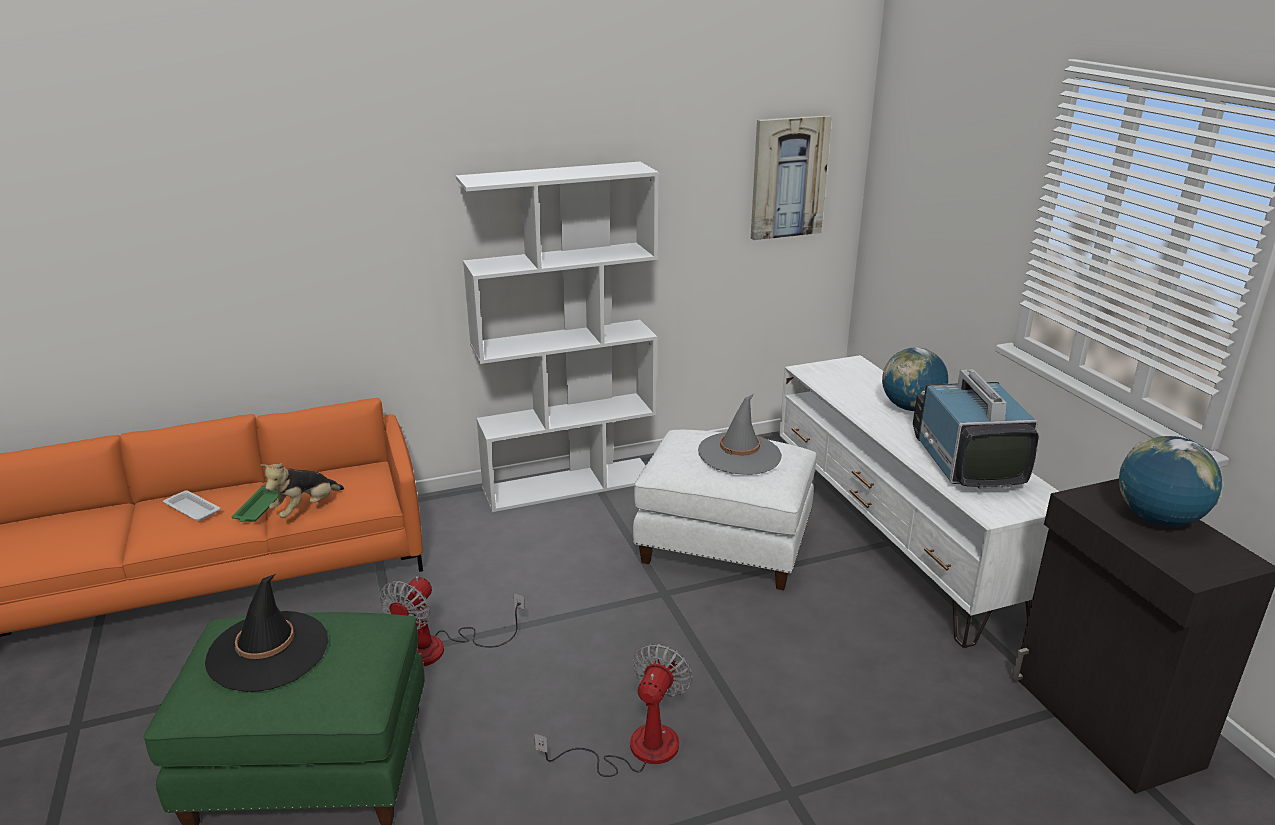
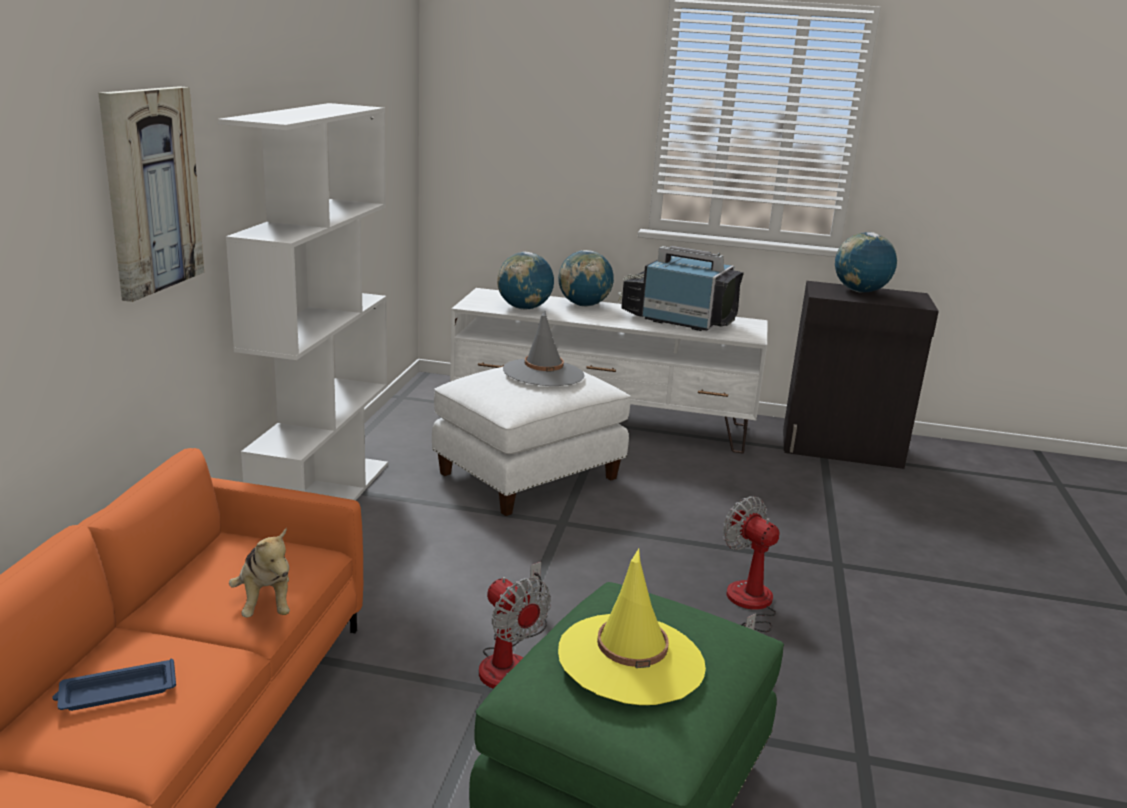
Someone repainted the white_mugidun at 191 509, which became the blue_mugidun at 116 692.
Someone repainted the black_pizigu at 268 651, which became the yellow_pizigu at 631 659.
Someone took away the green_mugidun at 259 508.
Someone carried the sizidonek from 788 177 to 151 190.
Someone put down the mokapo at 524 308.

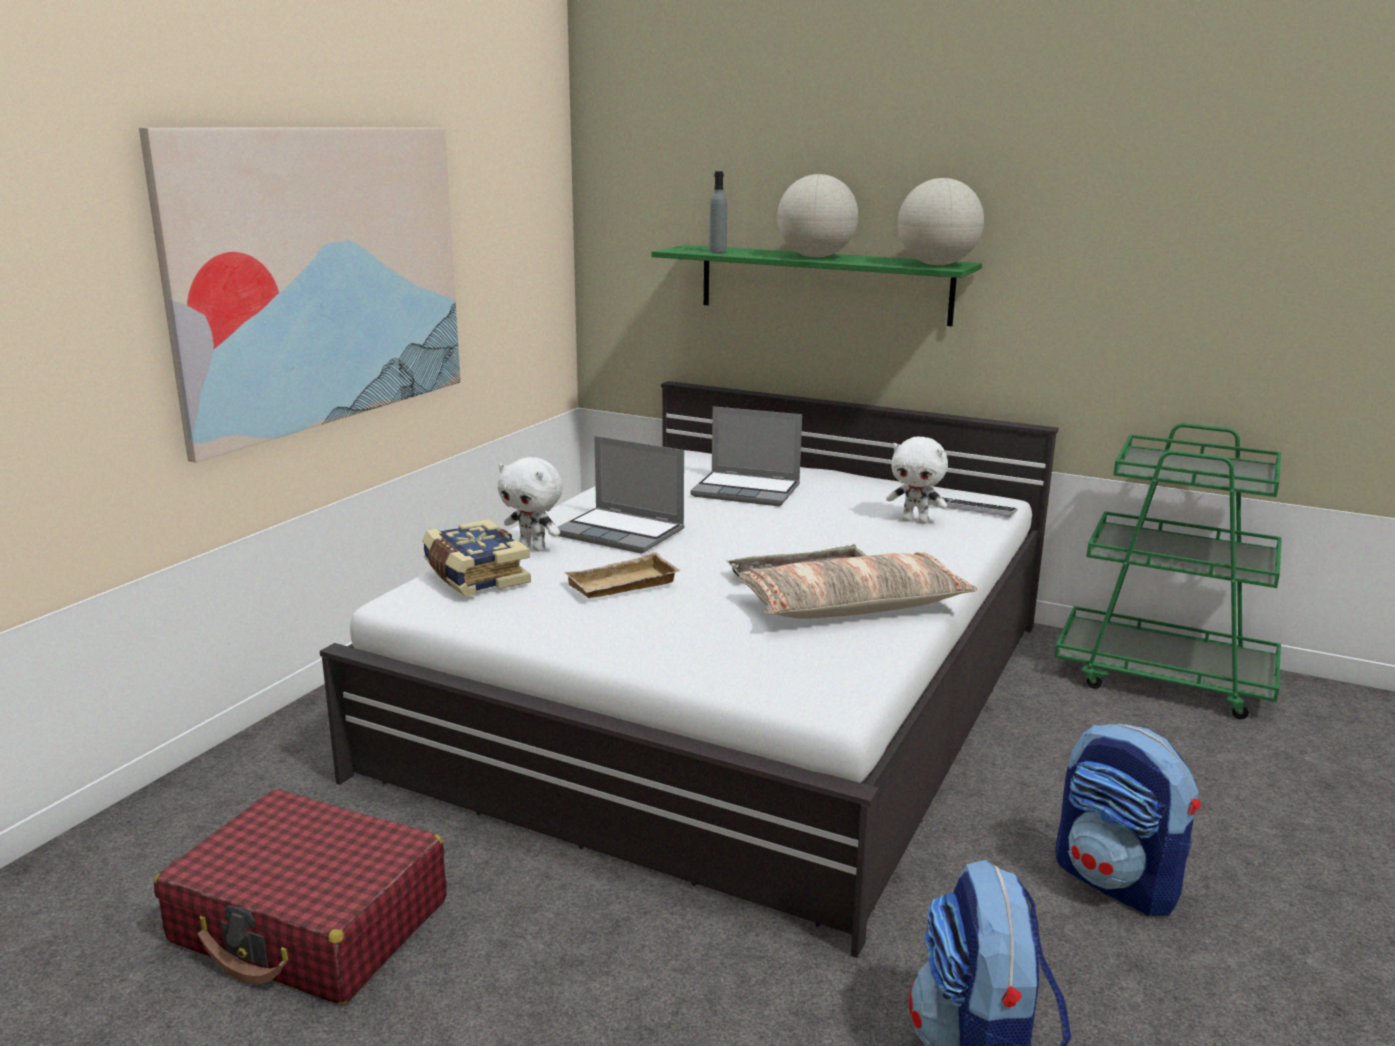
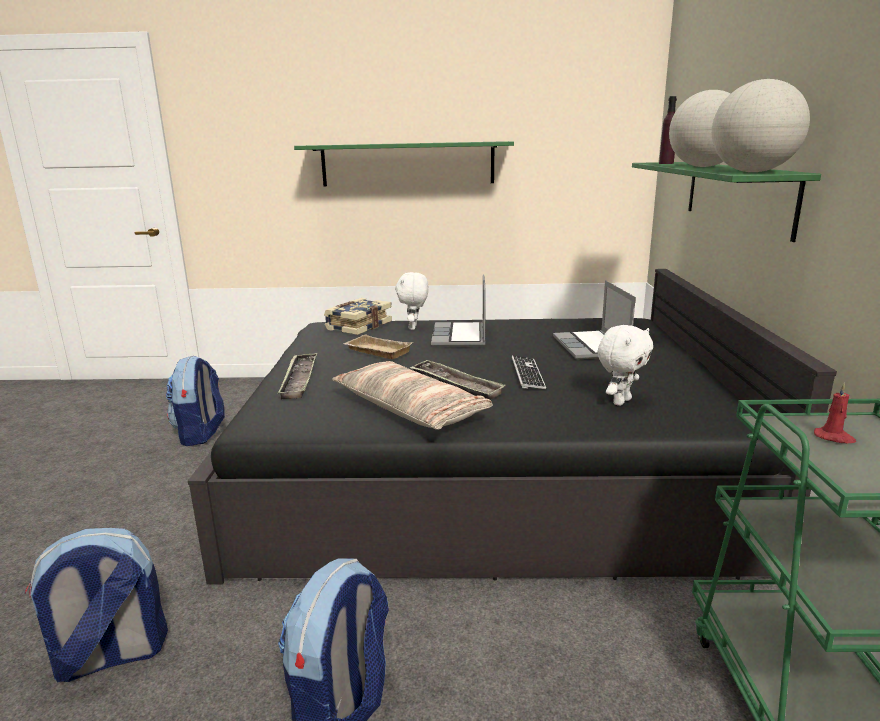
Someone swapped the sizidonek at 323 277 for the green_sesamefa at 407 164.
Someone swapped the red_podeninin at 311 922 for the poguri at 201 434.
Someone repainted the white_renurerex at 735 693, which became the black_renurerex at 486 470.
Someone repainted the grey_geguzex at 717 251, which became the purple_geguzex at 666 163.
Someone rotated the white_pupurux at 915 521 by 135 degrees counterclockwise.
Someone carried the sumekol from 965 507 to 527 374.
Someone put down the mugidun at 299 380.
Someone put down the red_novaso at 834 437.

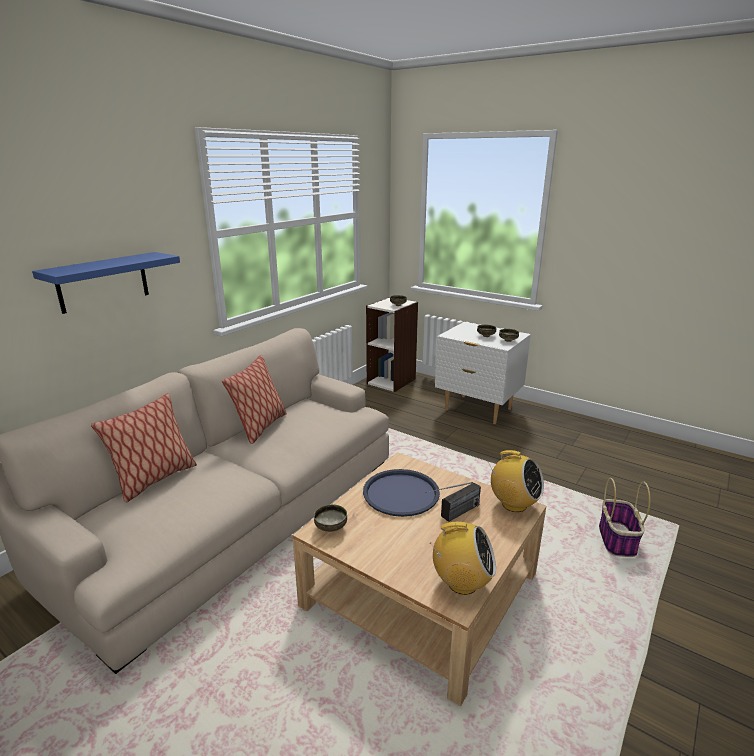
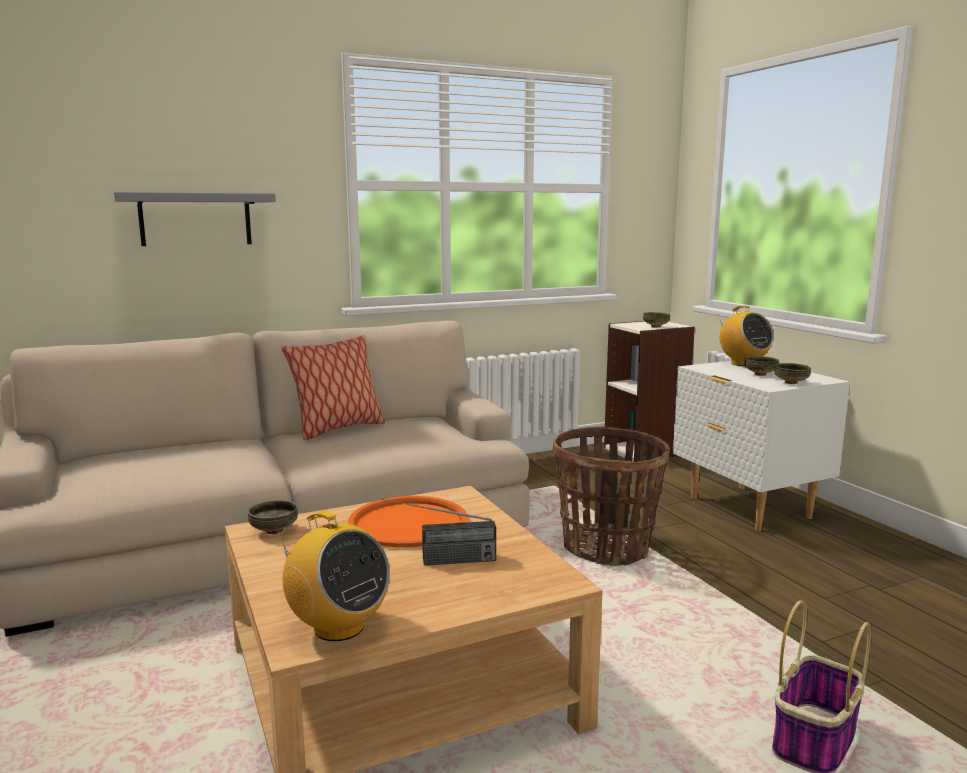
Someone repainted the blue_sesamefa at 103 282, which became the grey_sesamefa at 195 219.
Someone took away the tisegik at 155 479.
Someone repainted the blue_mugidun at 401 493, which became the orange_mugidun at 408 523.
Someone carried the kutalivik from 513 504 to 743 363.
Someone put down the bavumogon at 606 548.

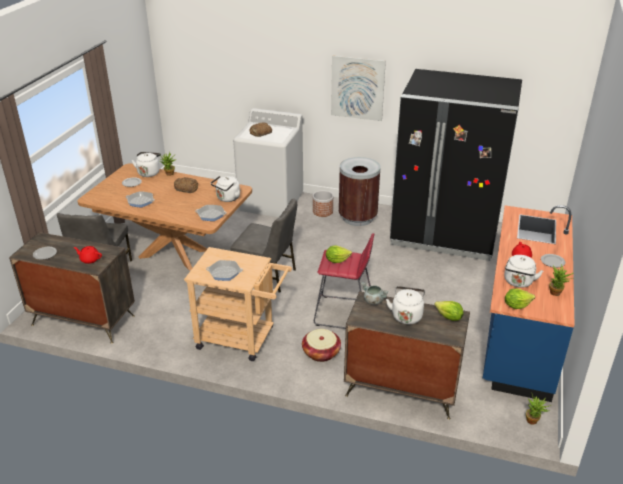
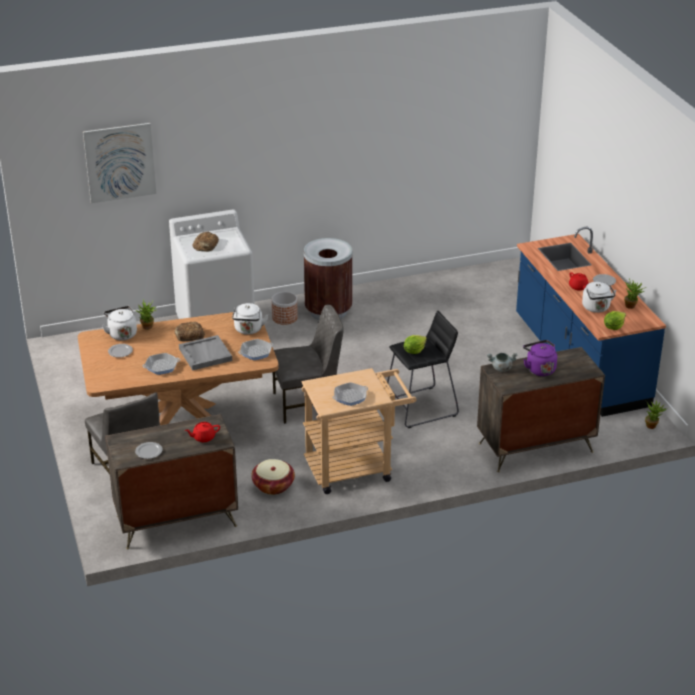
Someone carried the bavumogon from 321 353 to 273 485.
Someone repainted the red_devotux at 344 313, which became the black_devotux at 421 407.
Someone carried the sizidonek from 357 88 to 120 162.
Someone repainted the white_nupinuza at 406 315, which became the purple_nupinuza at 539 369.
Someone took away the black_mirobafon at 444 235.
Someone took away the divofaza at 449 317.
Someone put down the grey_mugidun at 205 354.

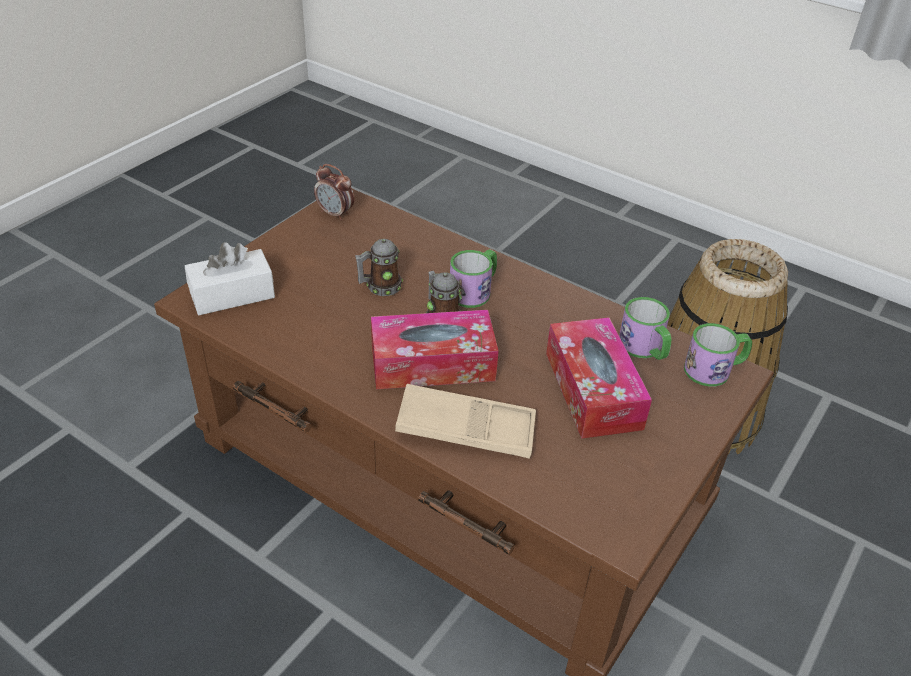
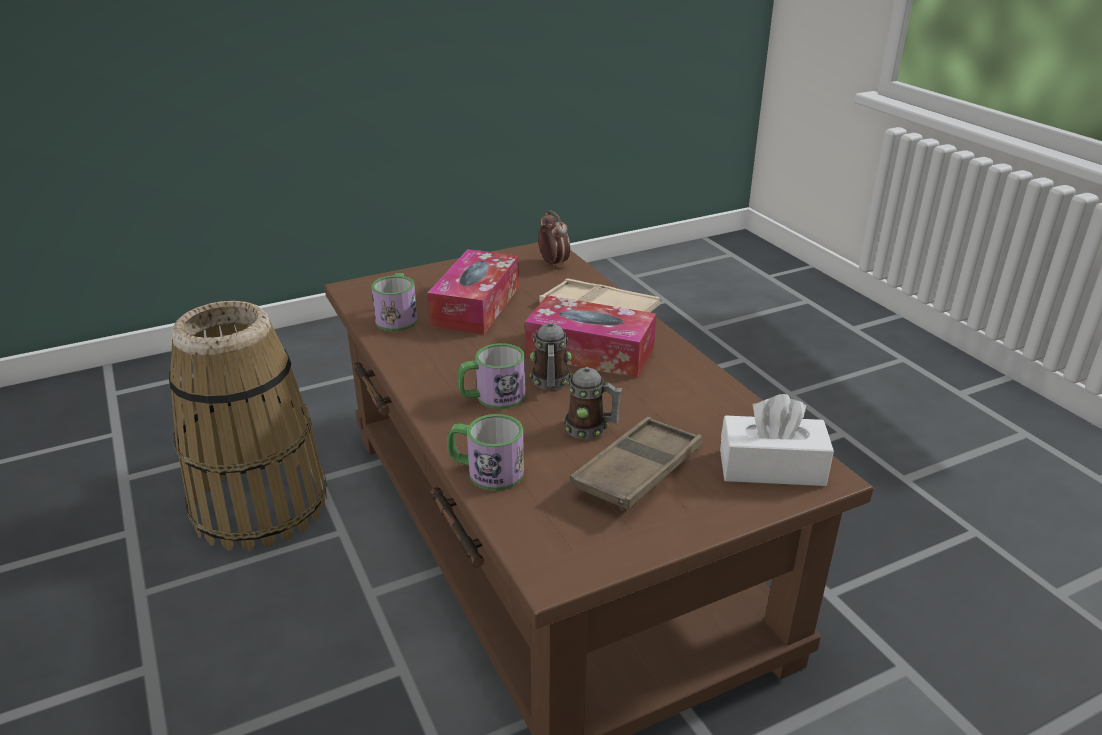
Someone carried the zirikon from 335 214 to 553 264.
Someone carried the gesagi from 714 369 to 486 471.
Someone put down the brown_mugidun at 638 471.

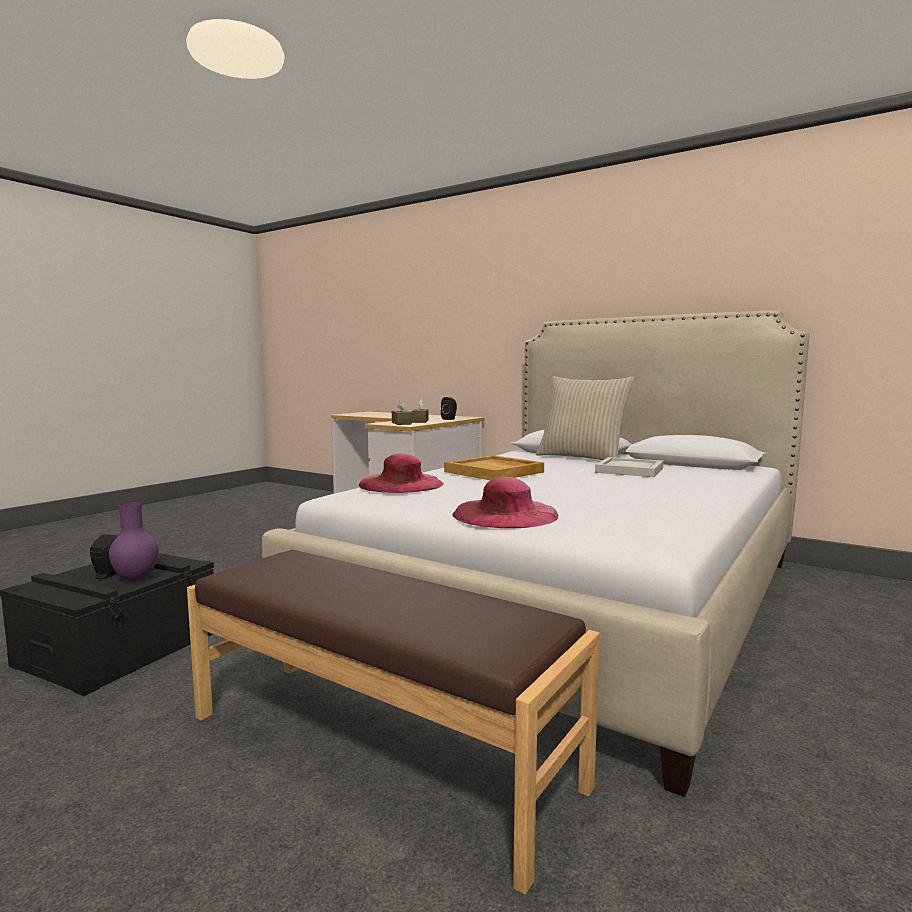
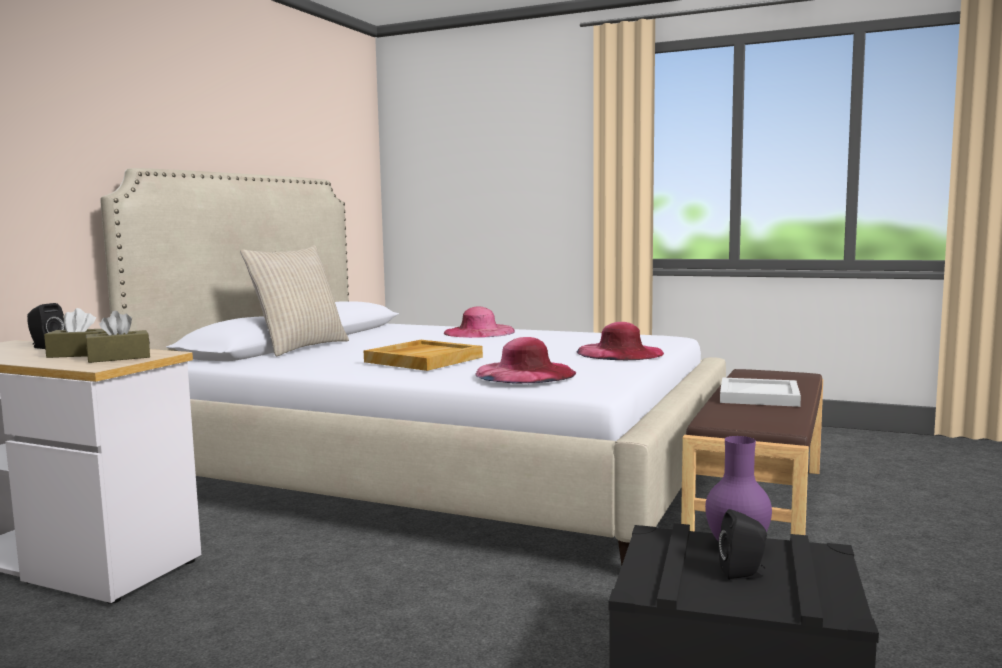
Someone carried the white_mugidun from 630 470 to 757 396.
Someone put down the pink_pizigu at 479 332.

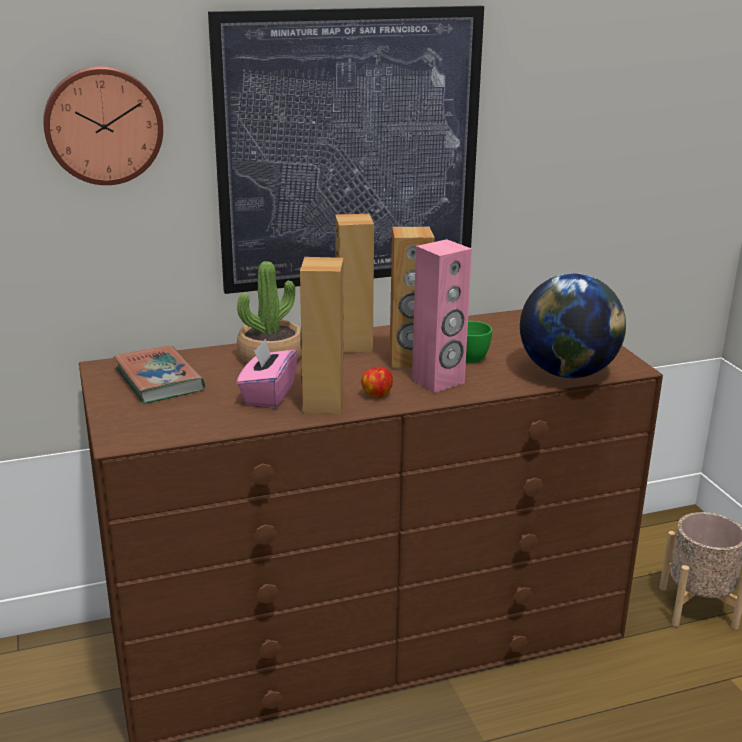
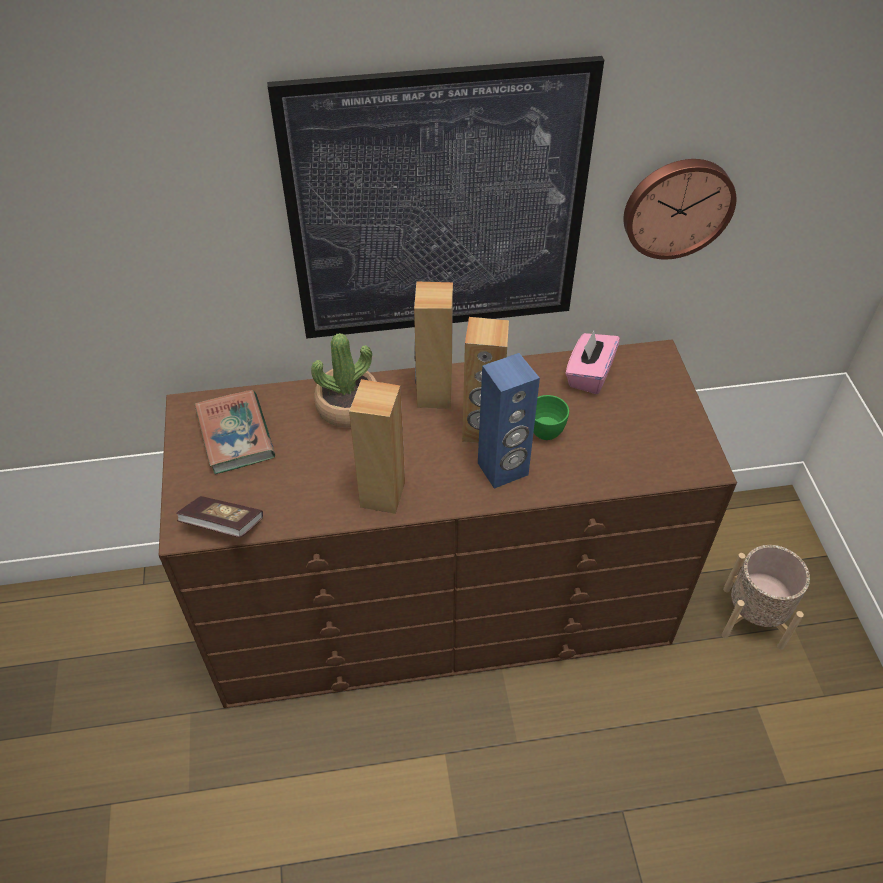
Someone carried the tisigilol from 103 125 to 677 206.
Someone carried the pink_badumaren from 268 394 to 589 375.
Someone took away the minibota at 376 395.
Someone repainted the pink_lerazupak at 438 381, which became the blue_lerazupak at 503 469.
Someone took away the mokapo at 567 373.
Someone put down the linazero at 223 525.

